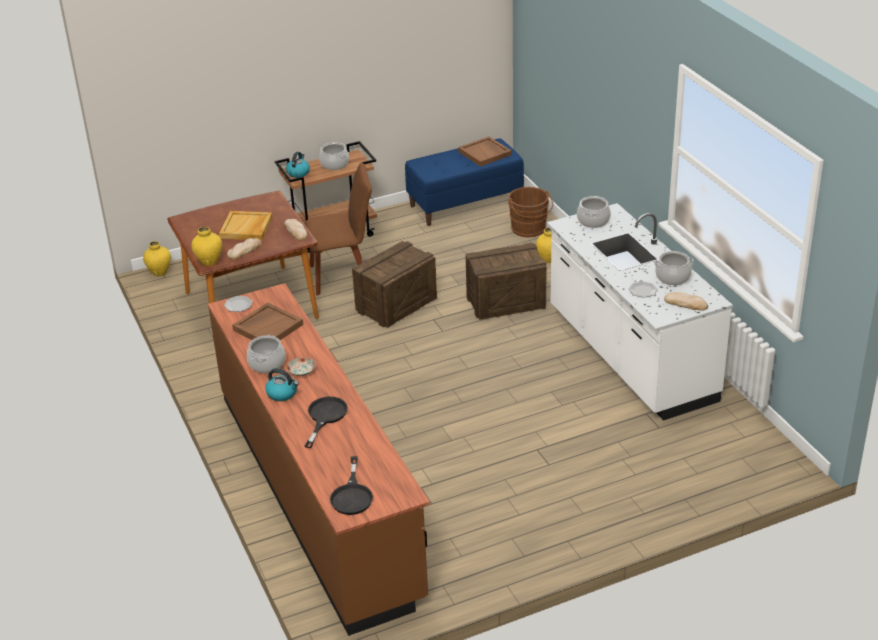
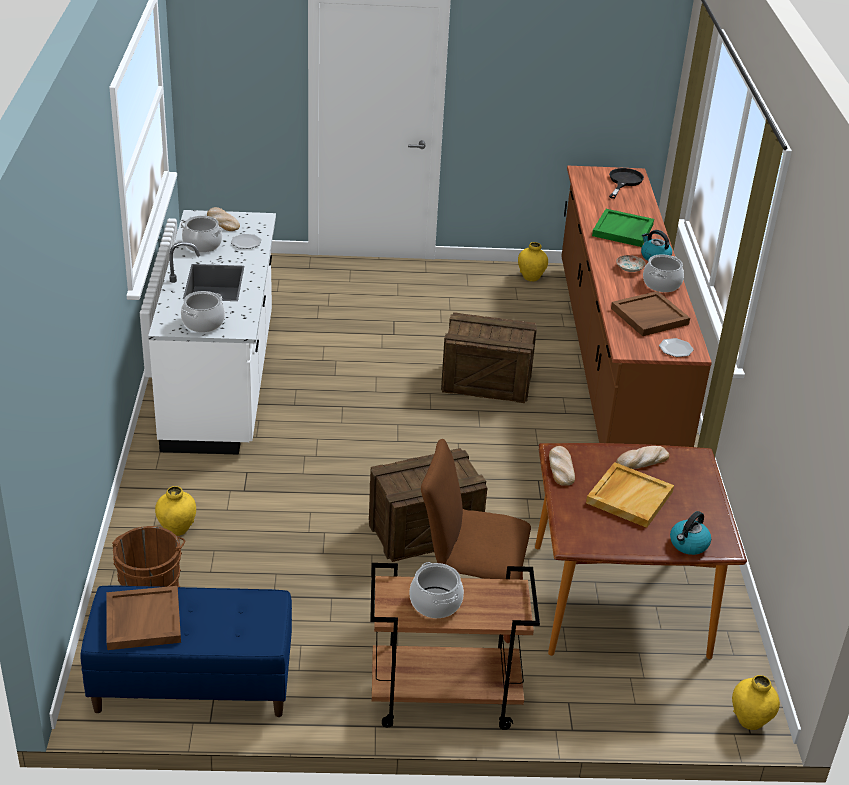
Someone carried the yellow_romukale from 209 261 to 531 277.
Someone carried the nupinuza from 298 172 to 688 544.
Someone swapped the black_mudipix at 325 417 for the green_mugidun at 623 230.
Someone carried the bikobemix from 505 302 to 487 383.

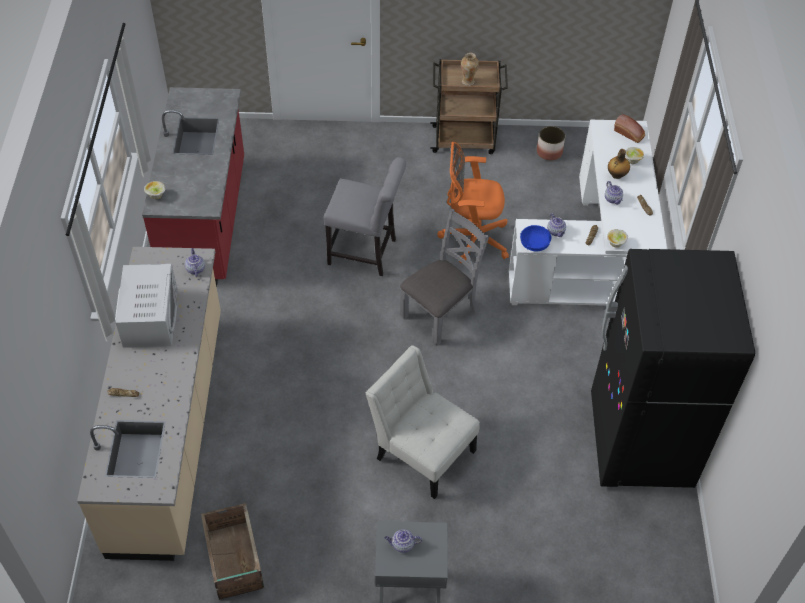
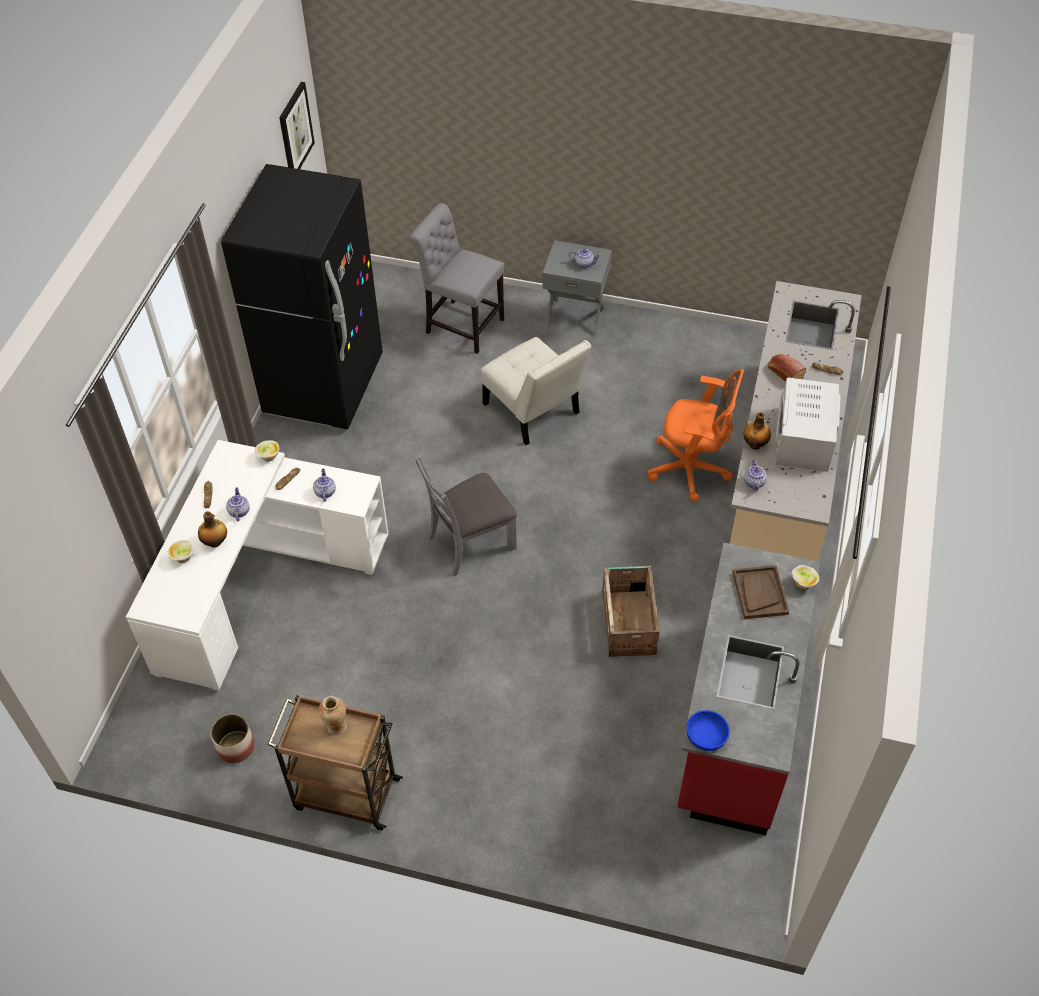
Someone carried the bikobemix from 234 561 to 629 621.
Someone carried the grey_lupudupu from 366 253 to 461 325.
Someone carried the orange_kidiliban from 471 238 to 691 470.
Someone carried the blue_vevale from 534 244 to 706 737.
Someone carried the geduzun from 629 134 to 784 373.
Someone put up the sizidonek at 295 130.
Someone put down the brown_mugidun at 759 593.
Someone put down the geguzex at 755 444.

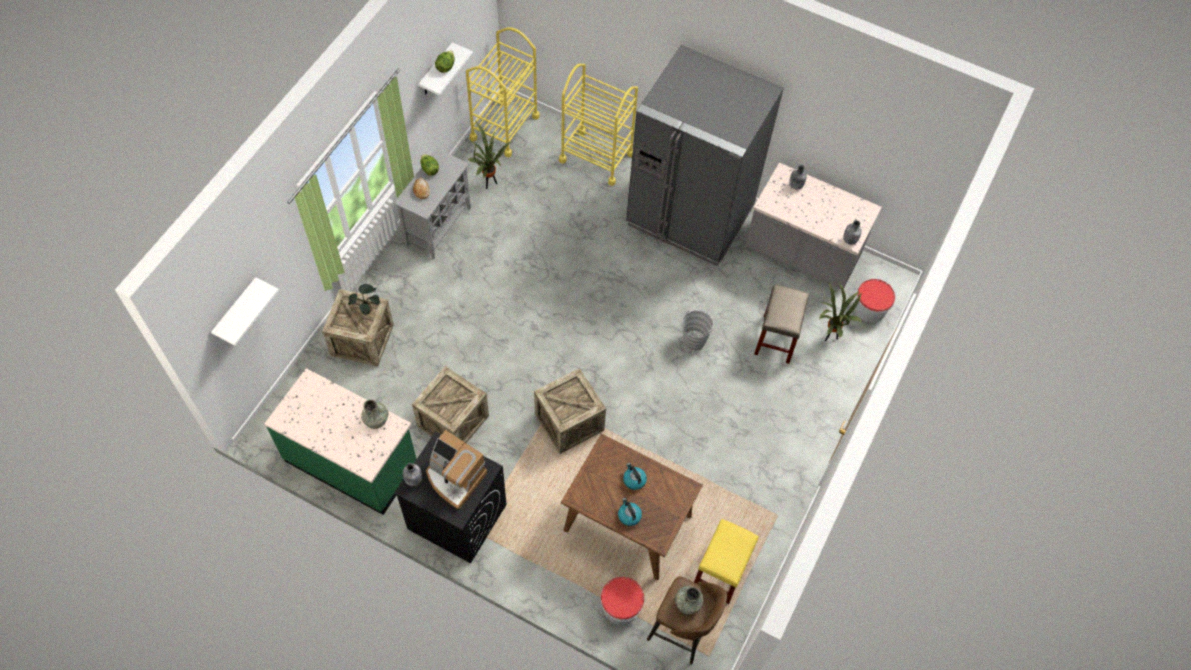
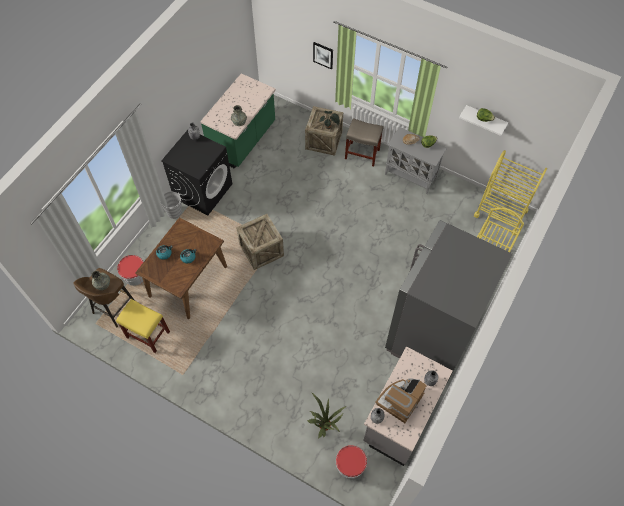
Someone took away the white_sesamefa at 236 311.
Someone took away the bikobemix at 453 421.
Someone carried the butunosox from 454 477 to 400 400.
Someone took away the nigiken at 490 183.
Someone carried the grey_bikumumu from 694 340 to 174 212.
Someone carried the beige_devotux from 776 338 to 362 154.
Someone put up the sizidonek at 323 55.

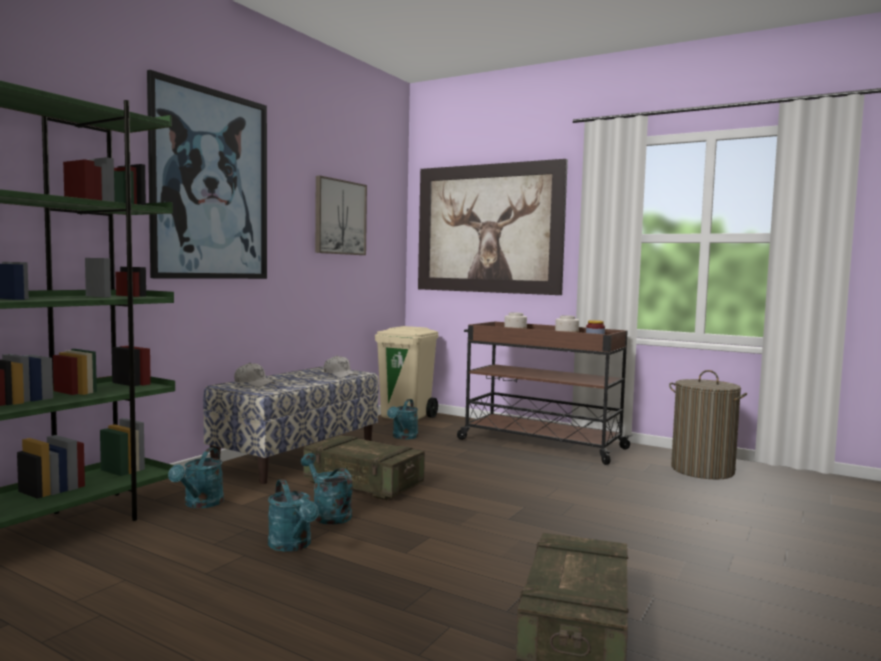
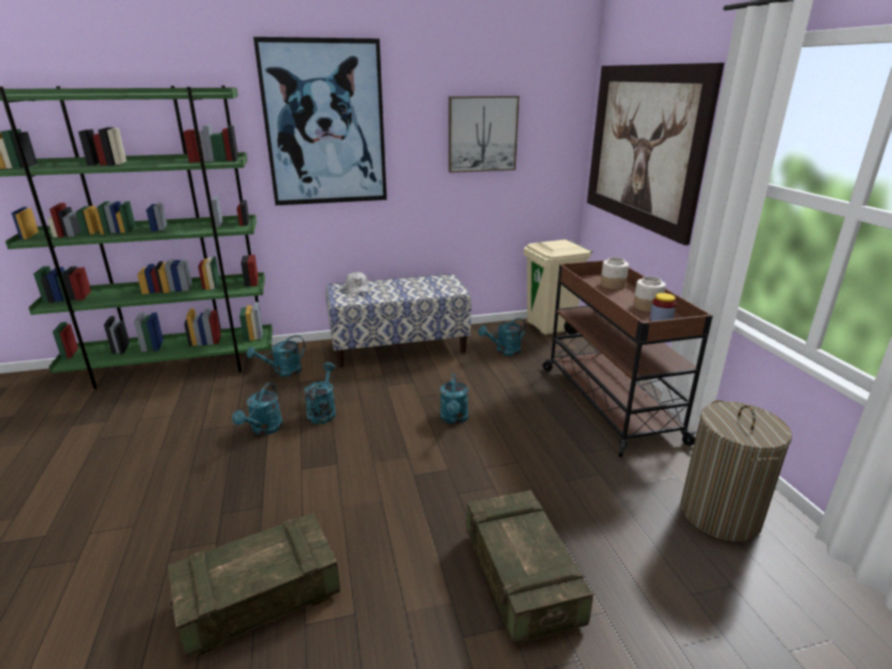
Someone carried the bikobemix from 363 484 to 521 578.
Someone took away the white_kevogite at 340 374.
Someone put down the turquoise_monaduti at 454 419.

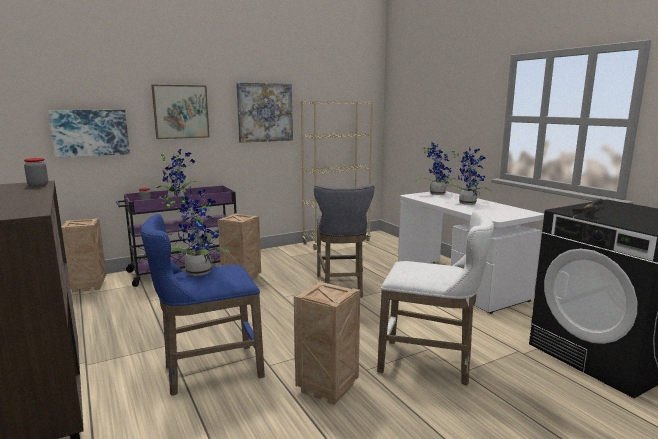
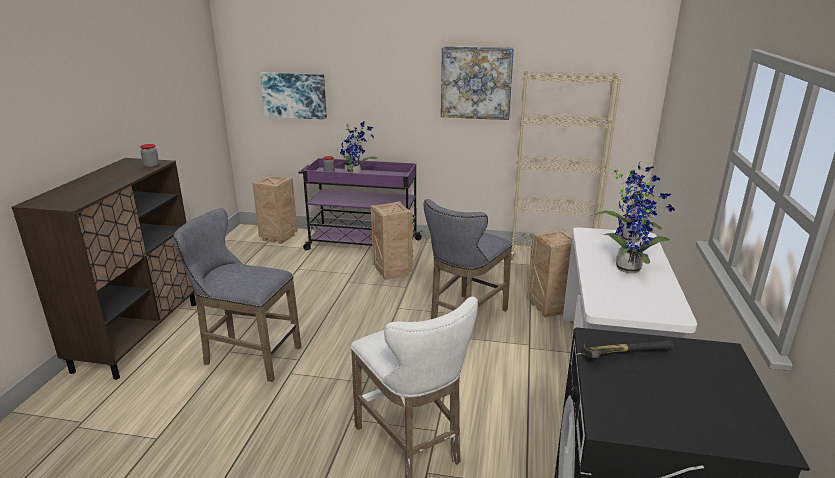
Someone repainted the blue_devotux at 207 371, which became the grey_devotux at 247 356.
Someone took away the sizidonek at 181 111.
Someone took away the nigiken at 199 271.
Someone carried the bikobemix from 326 388 to 549 307.

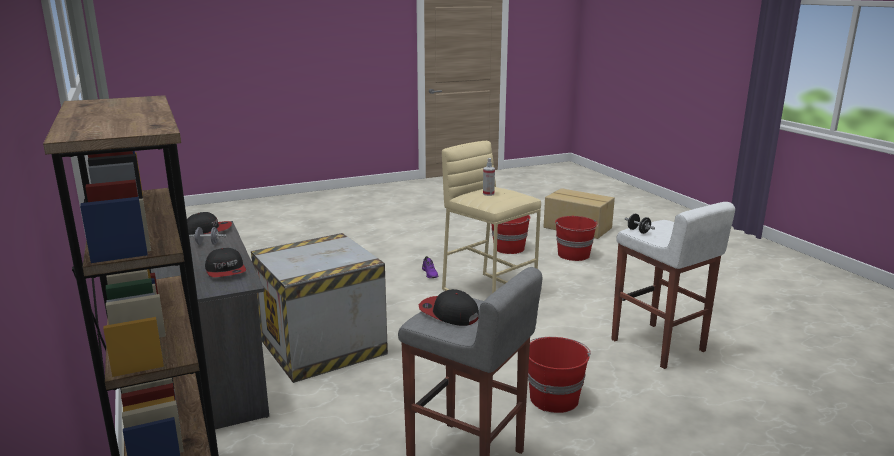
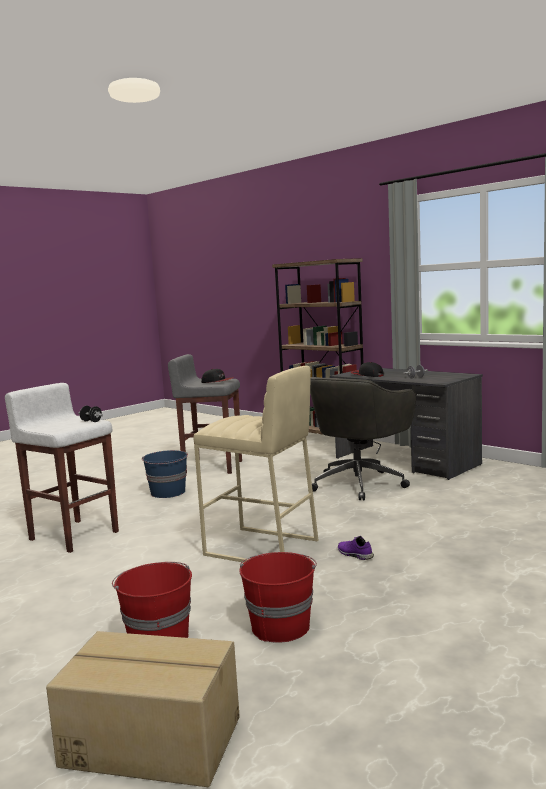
Someone took away the kevogite at 208 230.
Someone swapped the bikobemix at 323 347 for the grey_kidiliban at 360 483.
Someone took away the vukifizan at 488 194.
Someone repainted the red_bikumumu at 554 398, which became the blue_bikumumu at 168 492.

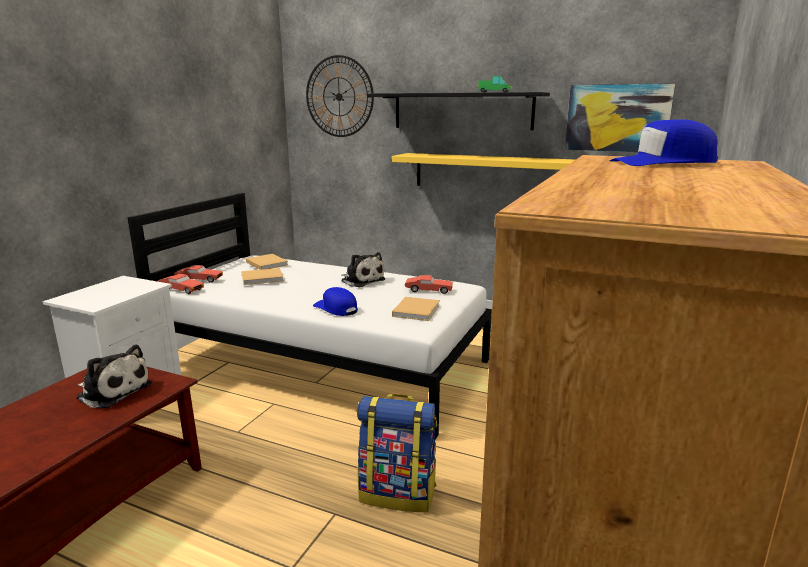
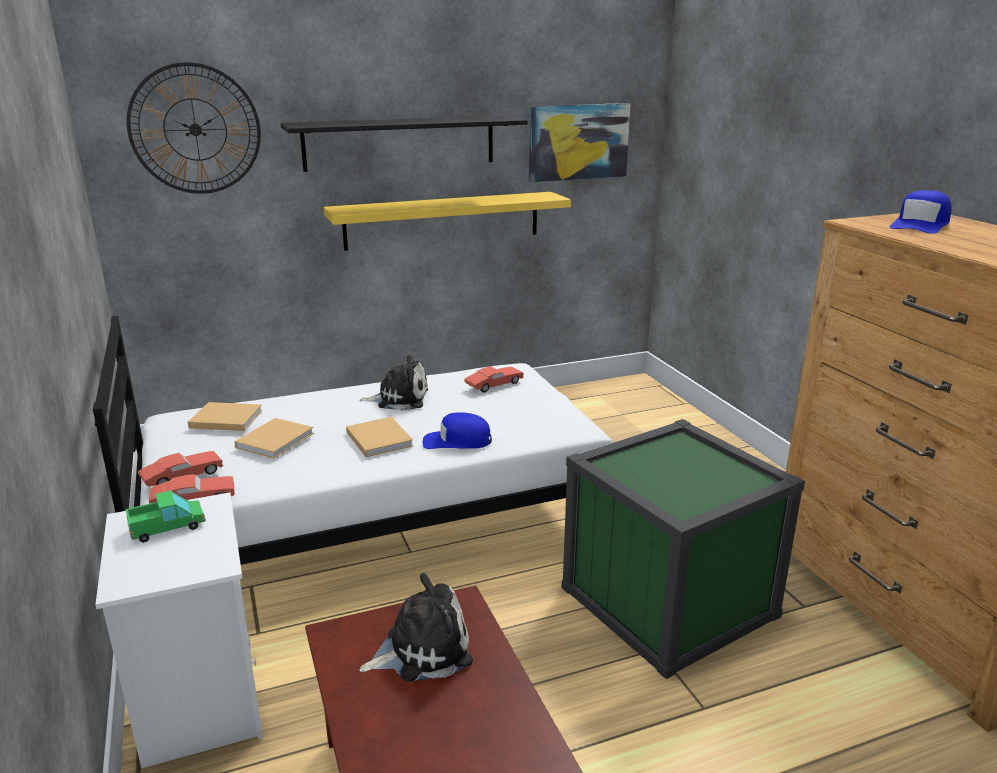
Someone swapped the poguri at 398 493 for the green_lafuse at 668 601.
Someone carried the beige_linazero from 417 310 to 378 438.
Someone carried the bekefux from 494 92 to 167 527.

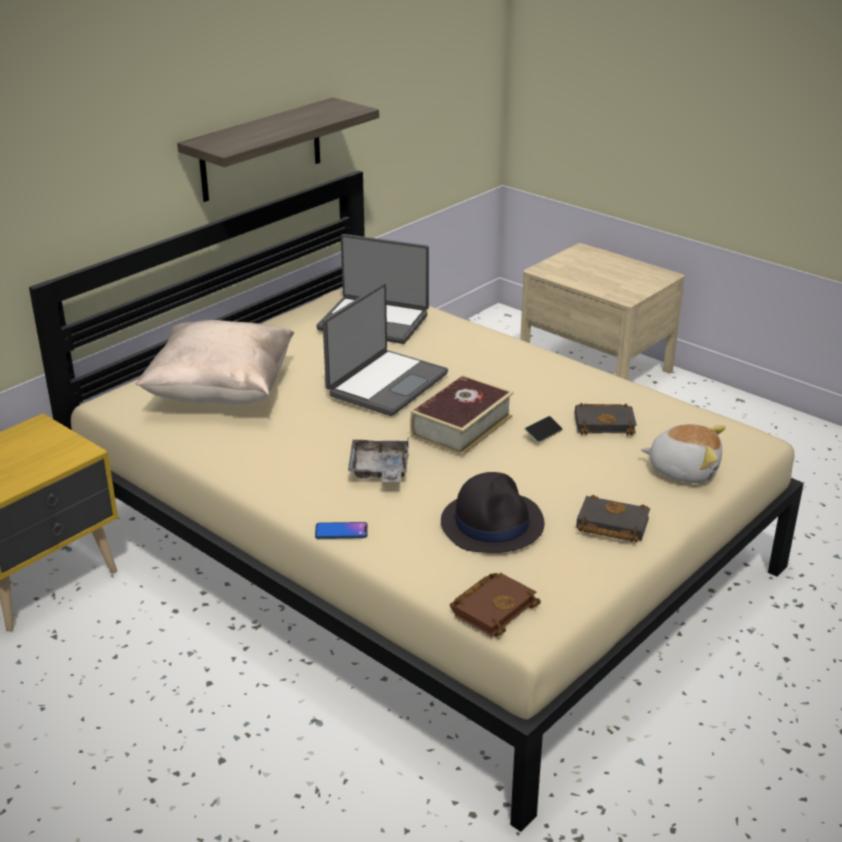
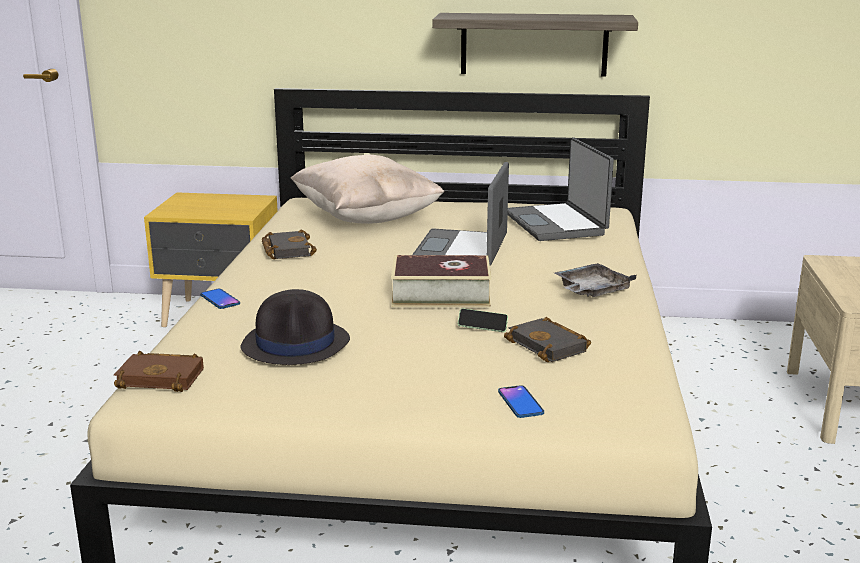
Someone rotated the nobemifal at 386 384 by 105 degrees clockwise.
Someone carried the grey_mugidun from 379 470 to 591 291.
Someone carried the black_linazero from 610 525 to 286 250.
Someone swapped the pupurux at 683 470 for the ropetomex at 520 403.

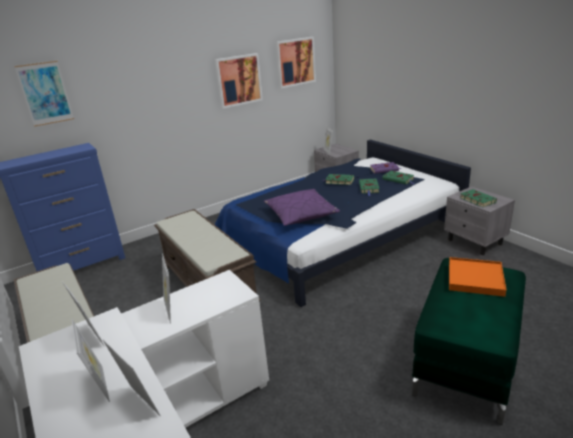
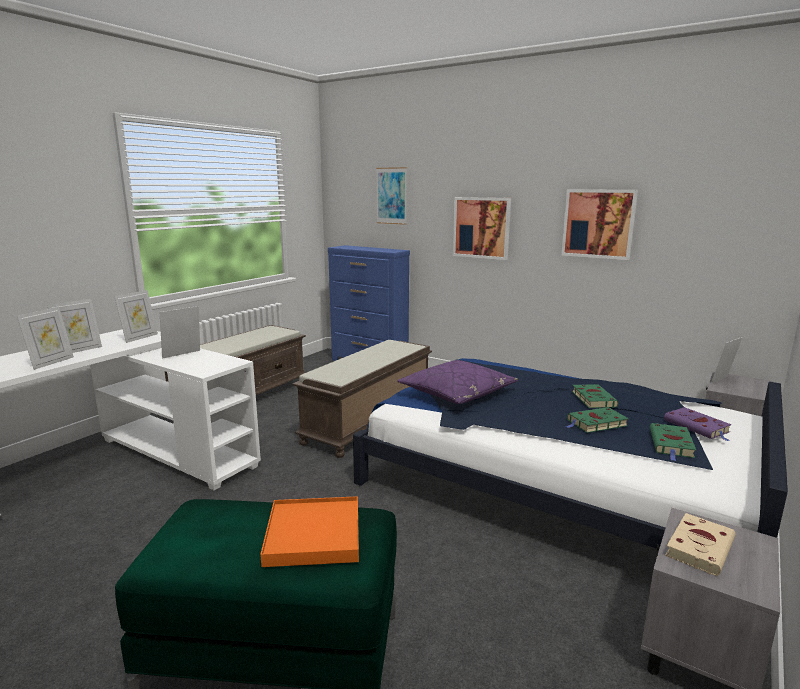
Someone carried the sizidonek from 295 62 to 481 227.
Someone repainted the green_linazero at 476 200, which became the beige_linazero at 699 547.

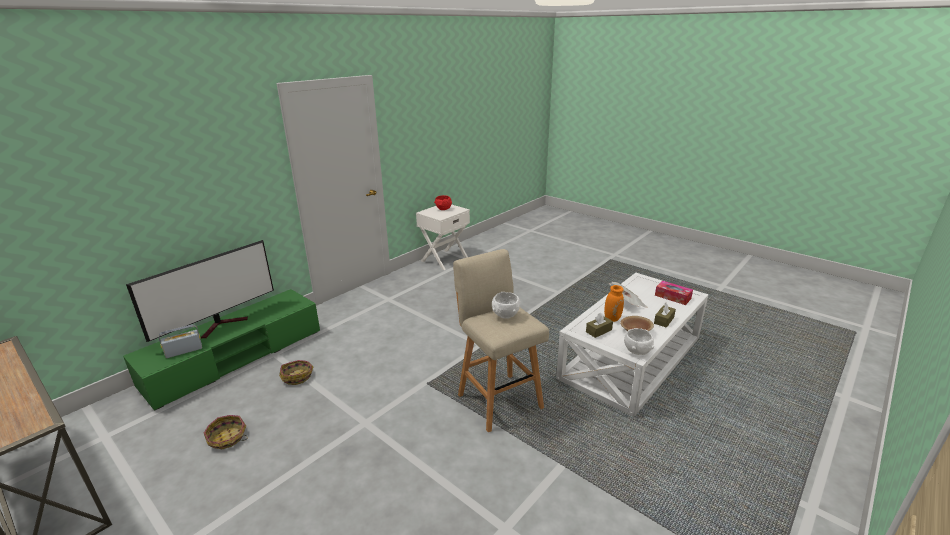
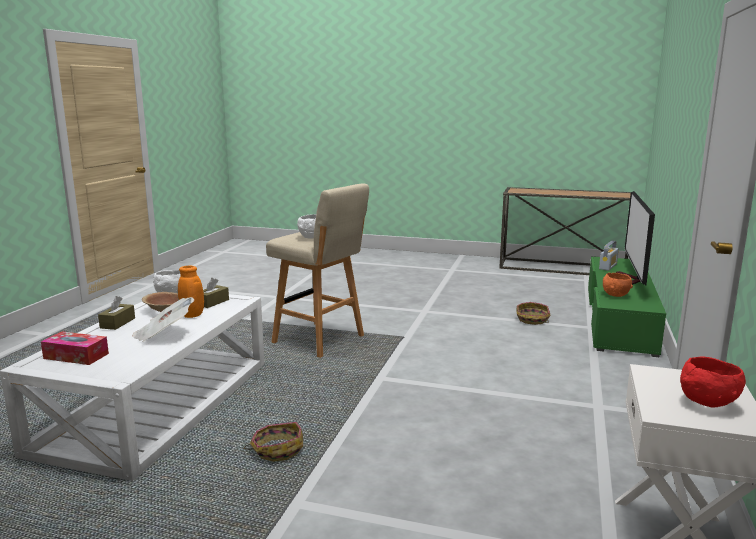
Someone carried the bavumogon from 227 438 to 277 450.
Someone put down the orange_vevale at 615 295.

